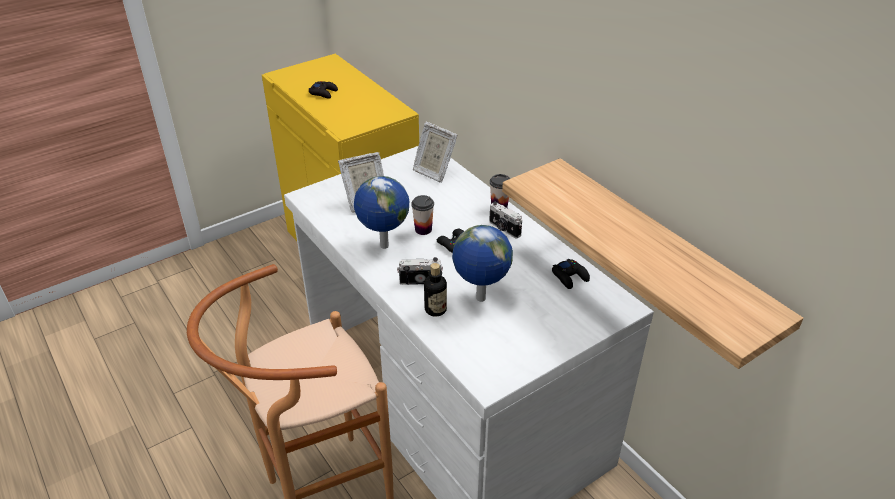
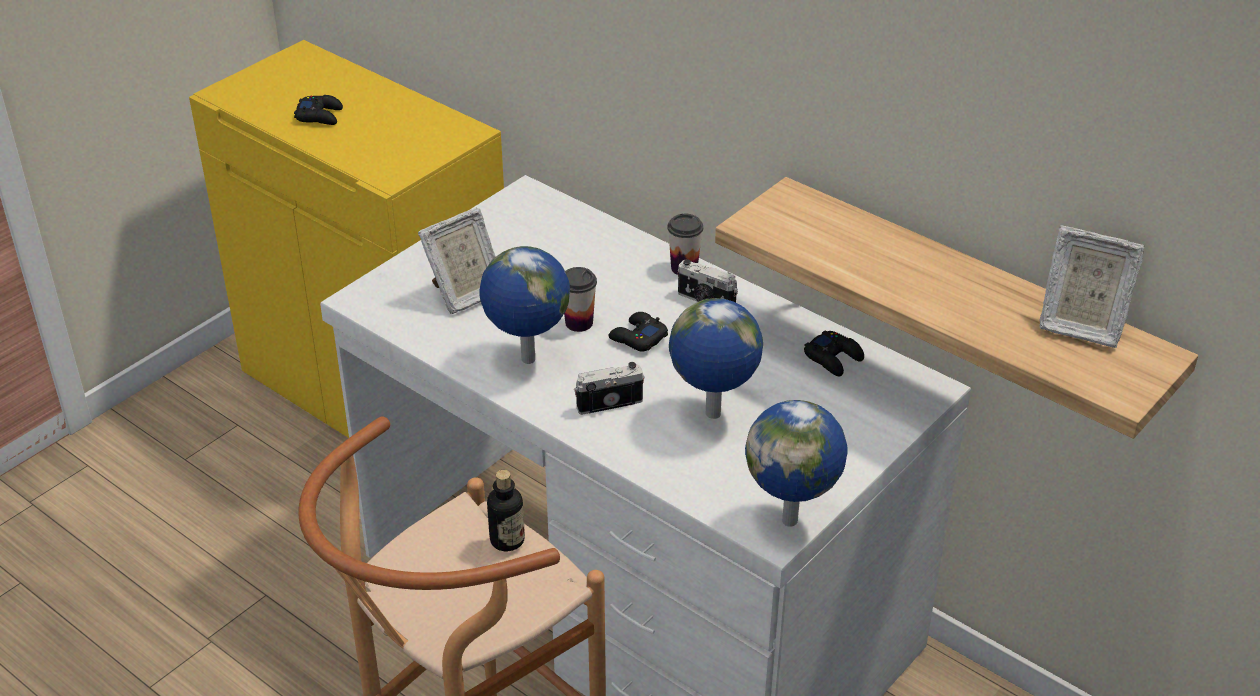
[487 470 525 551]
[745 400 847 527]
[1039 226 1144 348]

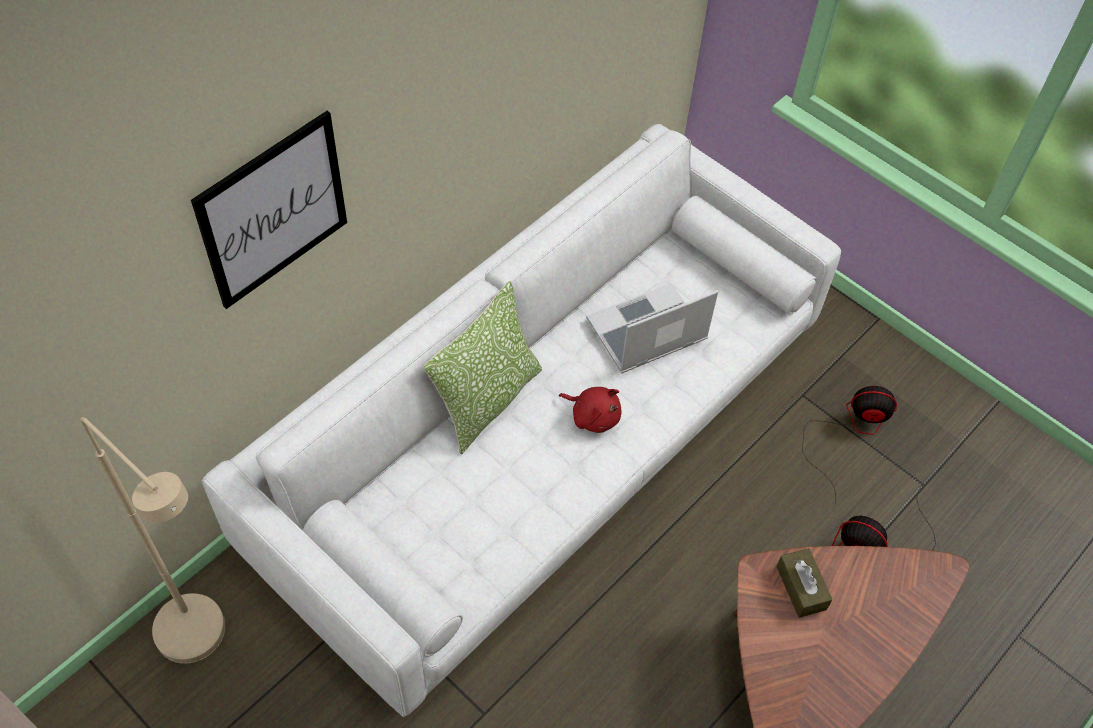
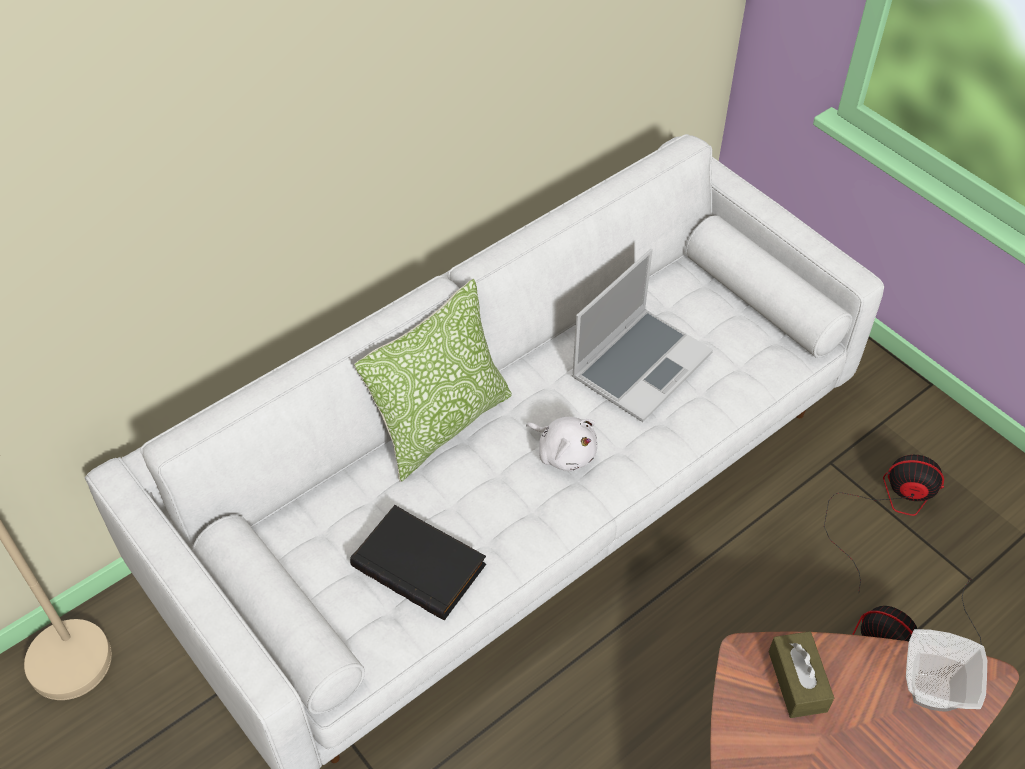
[350 505 486 621]
[526 417 597 471]
[572 249 713 422]
[906 629 987 711]
[191 111 347 309] (first image)

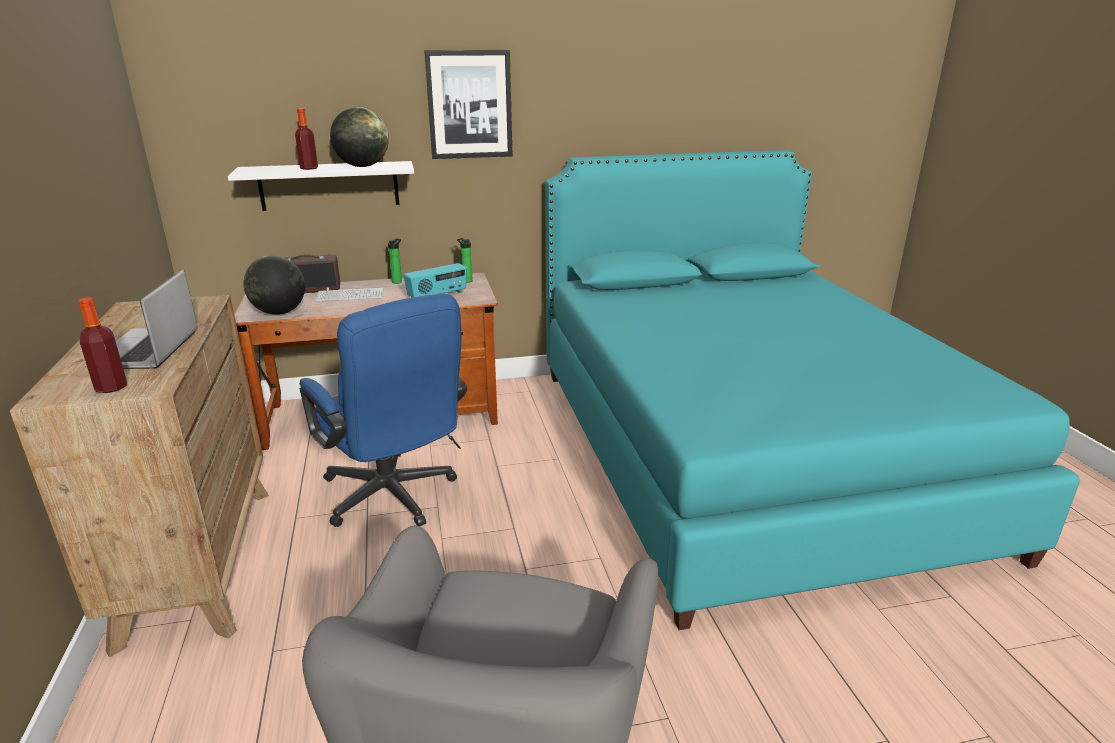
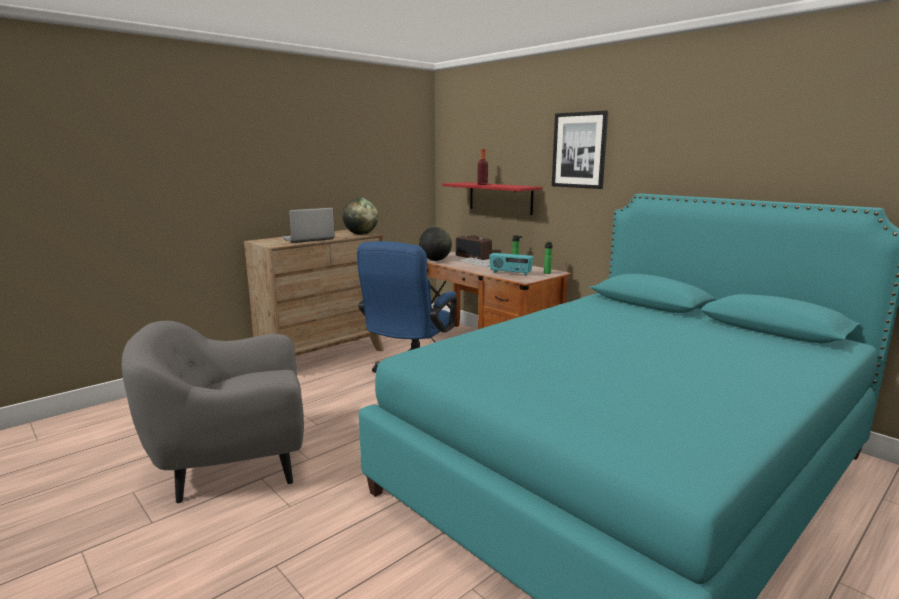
[343 198 378 235]
[442 182 542 215]
[78 297 127 393] (first image)

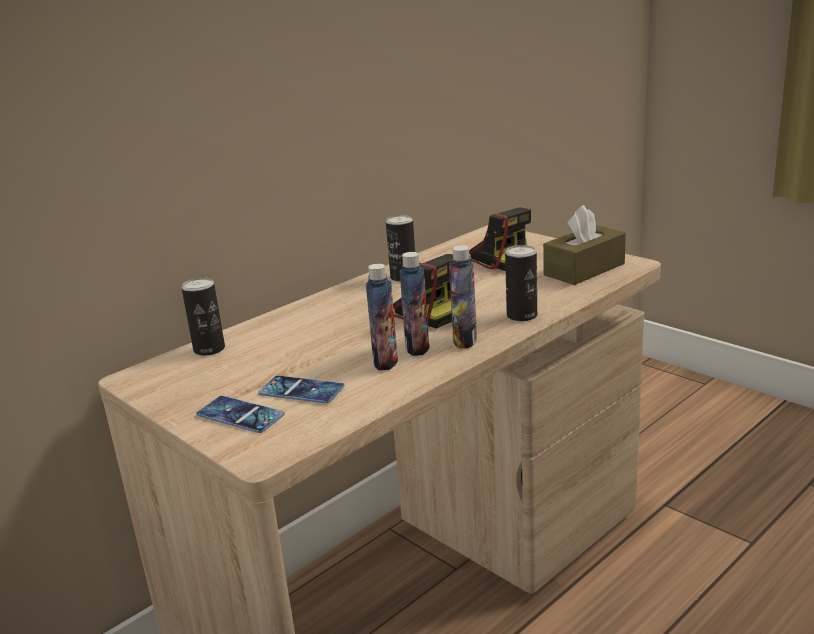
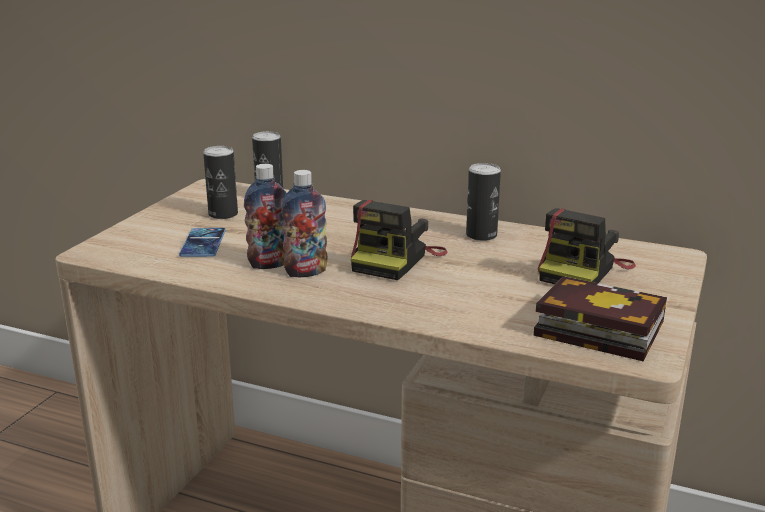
[203 146 238 219]
[534 276 667 361]
[196 396 285 433] (first image)
[449 245 477 348] (first image)

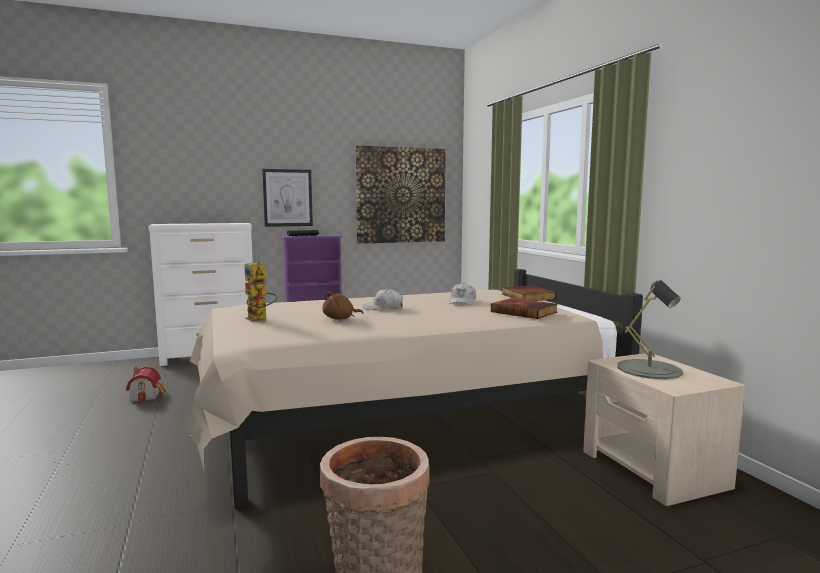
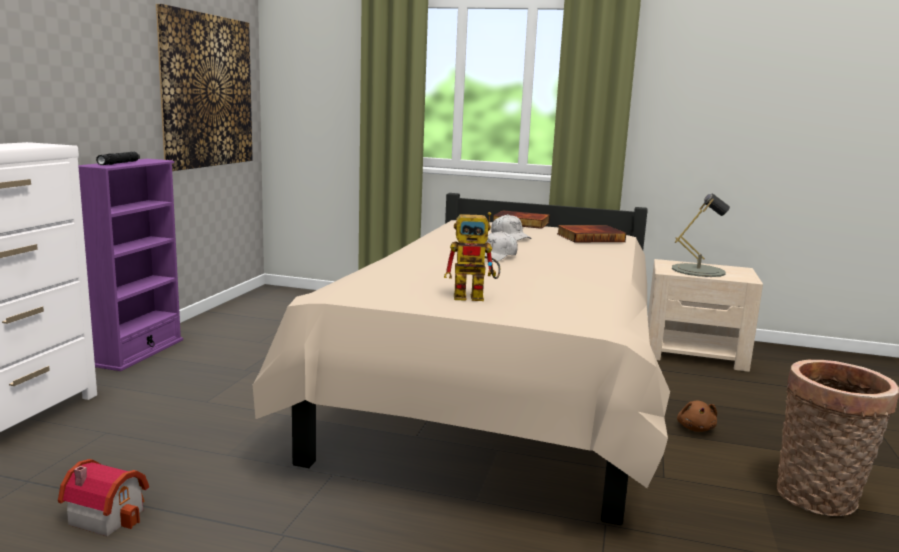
[677 401 717 432]
[262 169 313 227] (first image)

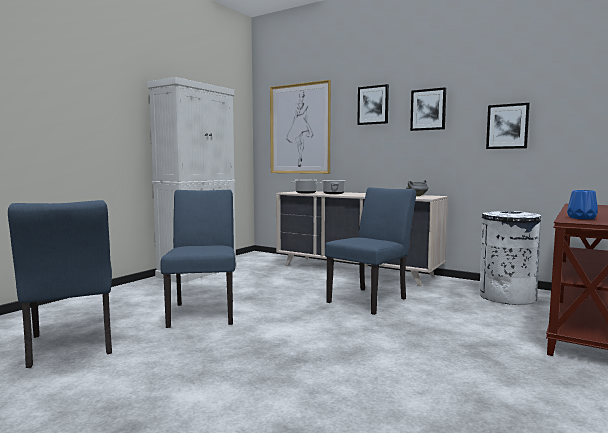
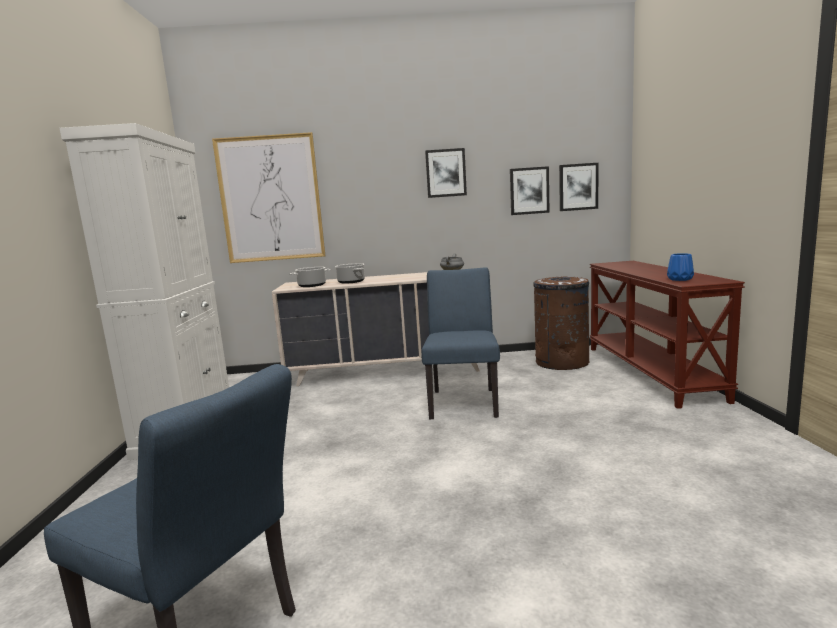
[533 277 589 370]
[559 163 598 211]
[160 190 236 328] (first image)

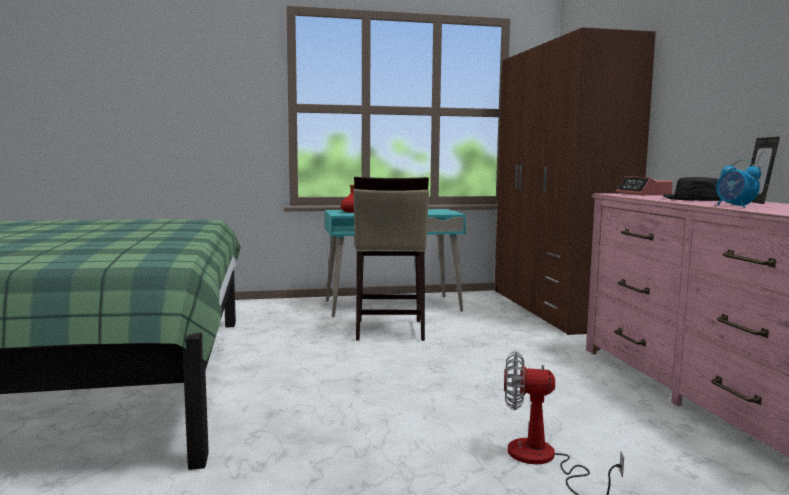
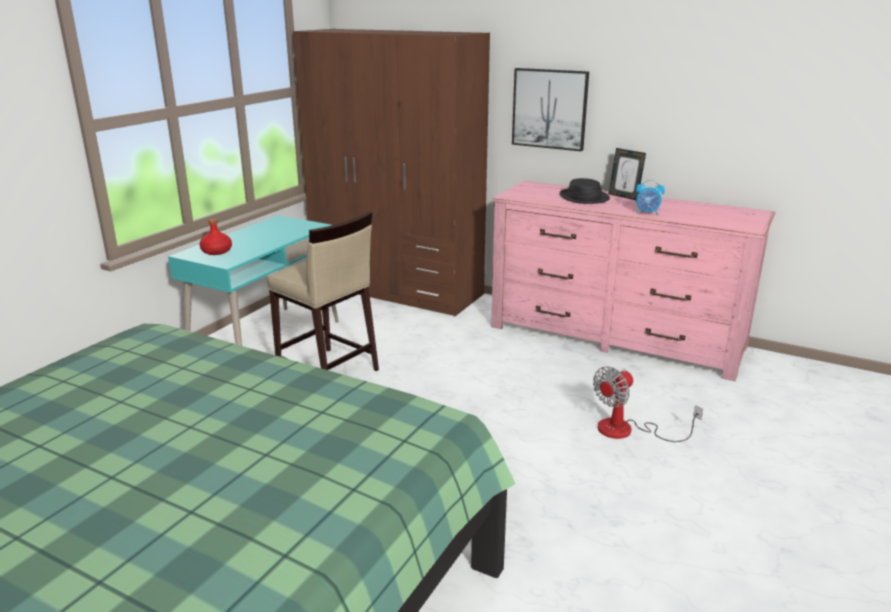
[512 68 589 151]
[616 176 673 196] (first image)

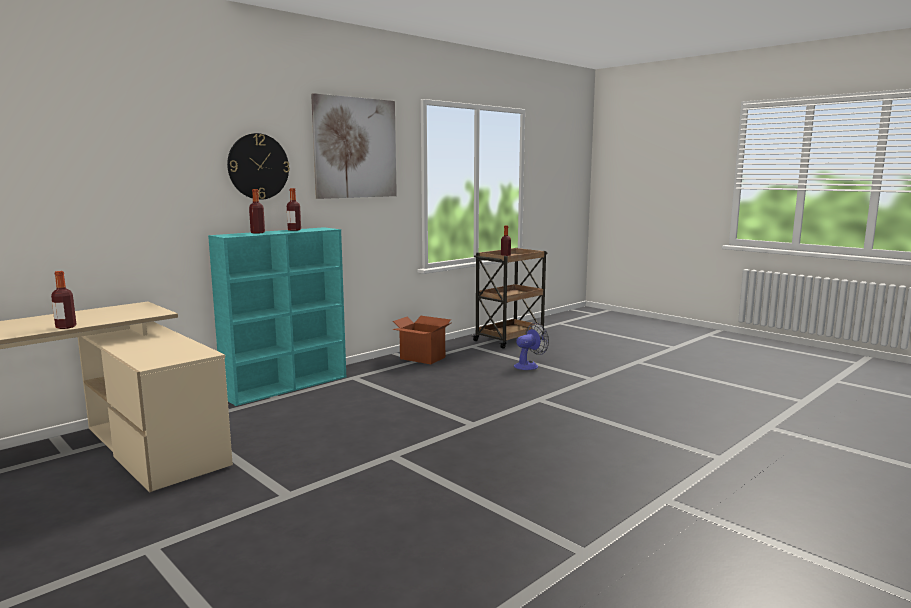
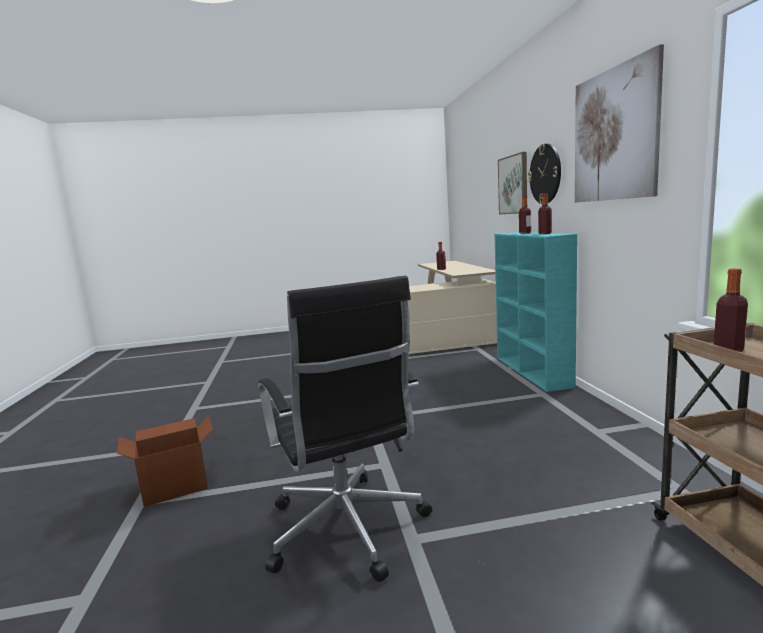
[117 416 213 507]
[258 276 432 582]
[498 152 527 214]
[514 323 549 370] (first image)

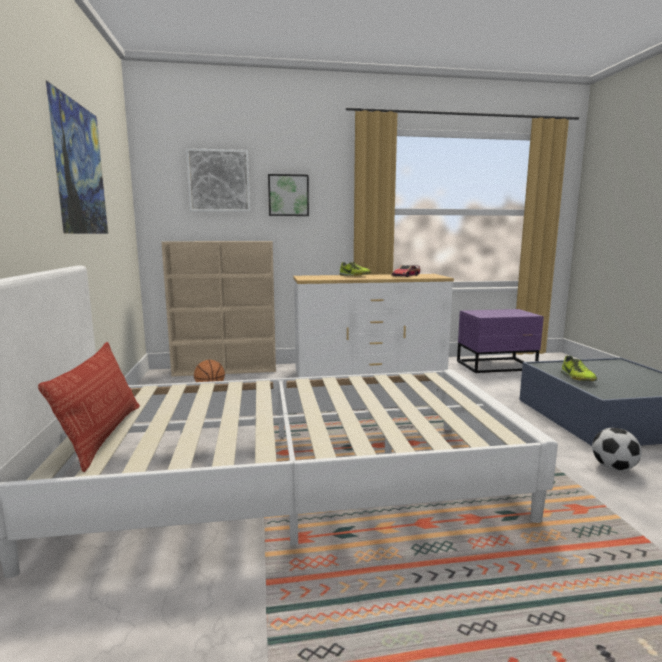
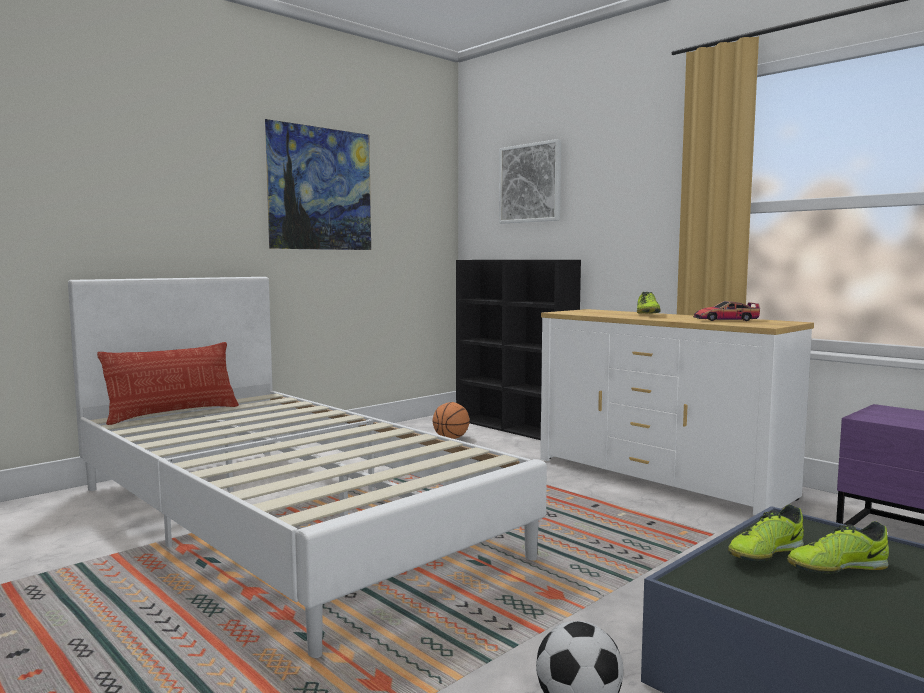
[456 260 581 440]
[787 521 889 574]
[268 174 309 216] (first image)

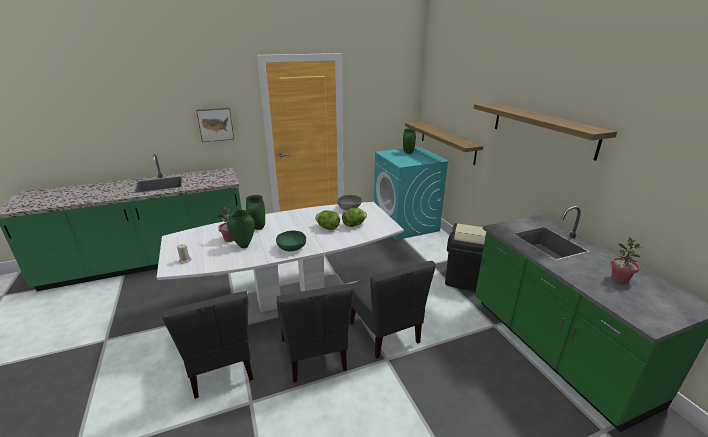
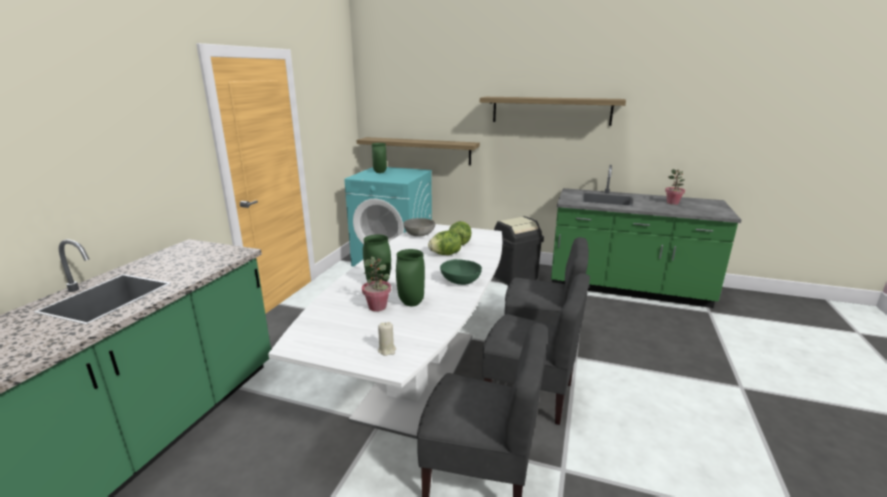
[196 108 234 142] (first image)

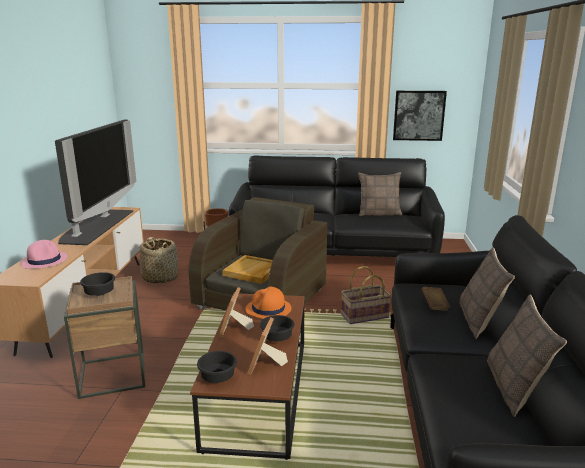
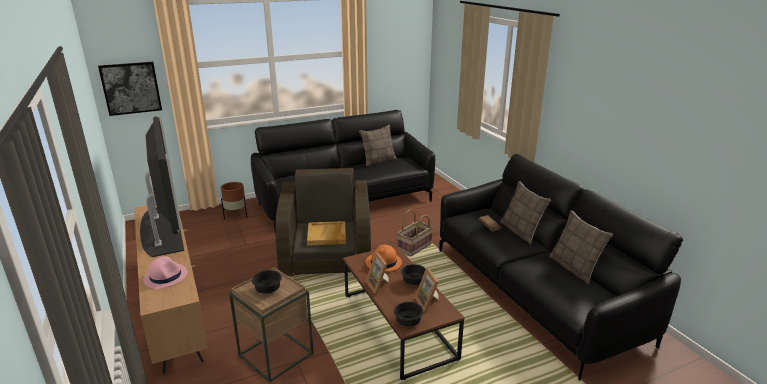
[98 62 162 116]
[140 237 178 284] (first image)

